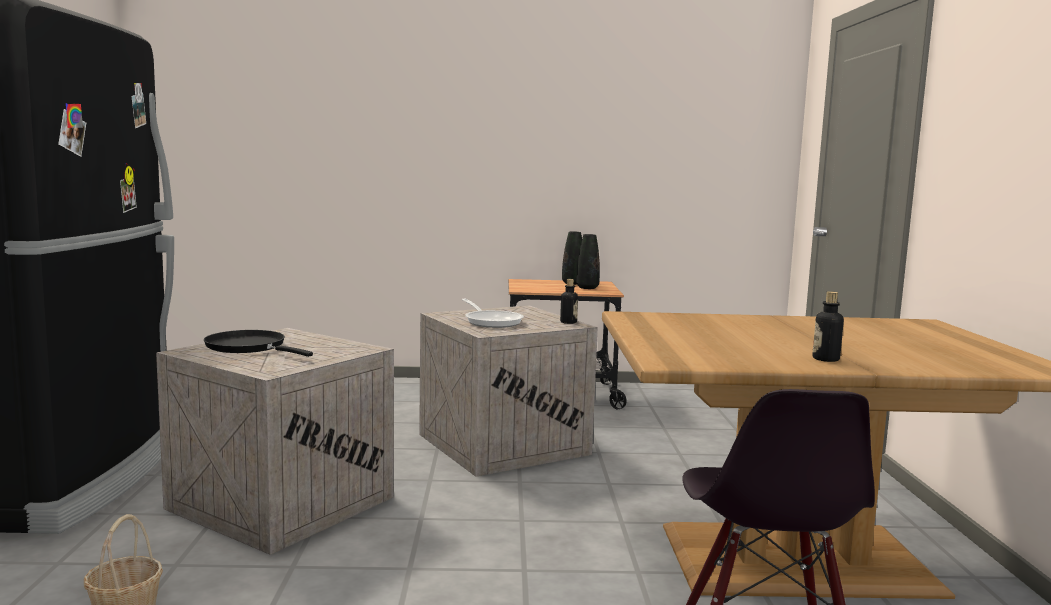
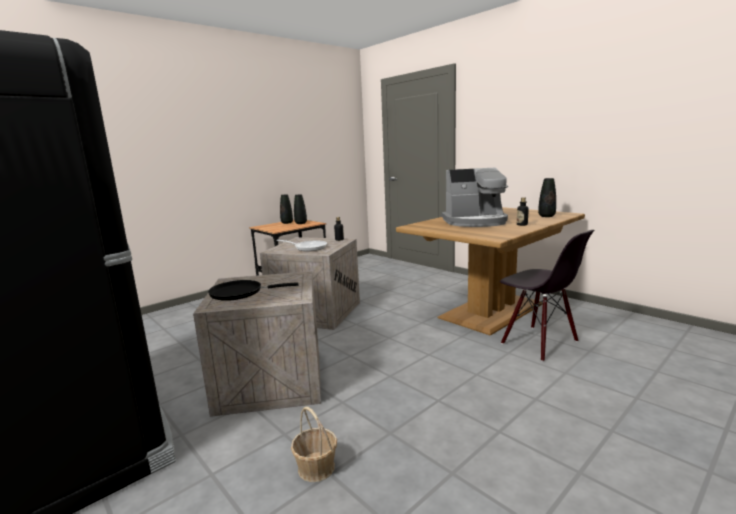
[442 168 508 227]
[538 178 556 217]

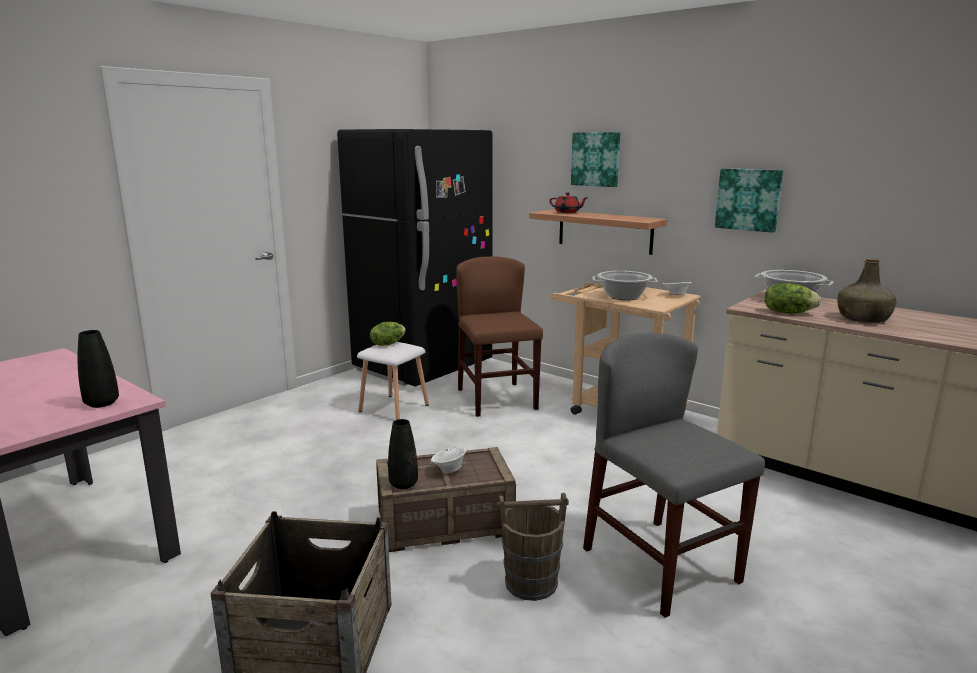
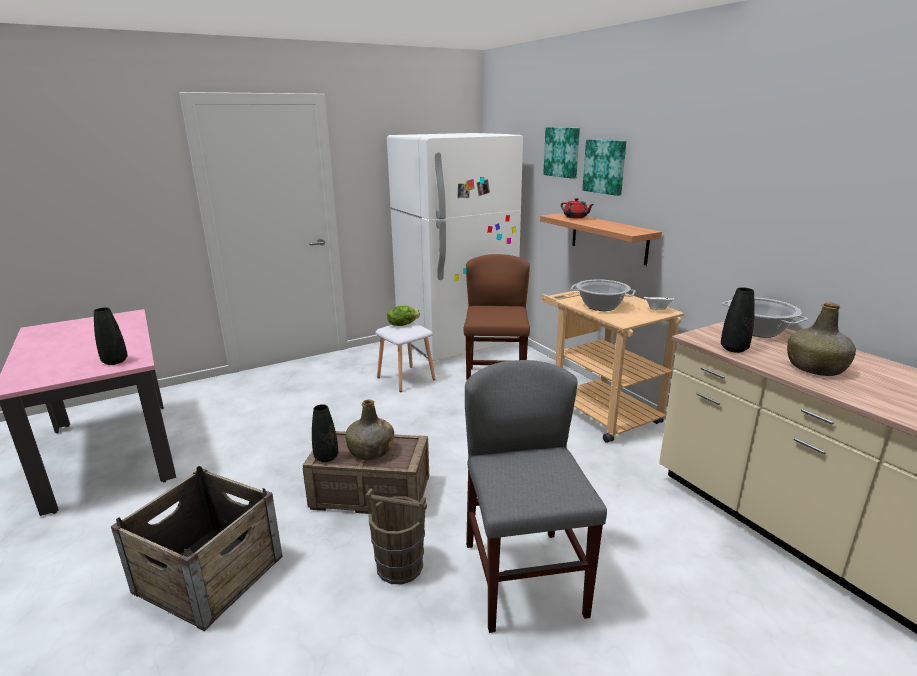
[345 399 394 460]
[387 133 523 361]
[543 127 580 179]
[721 287 755 353]

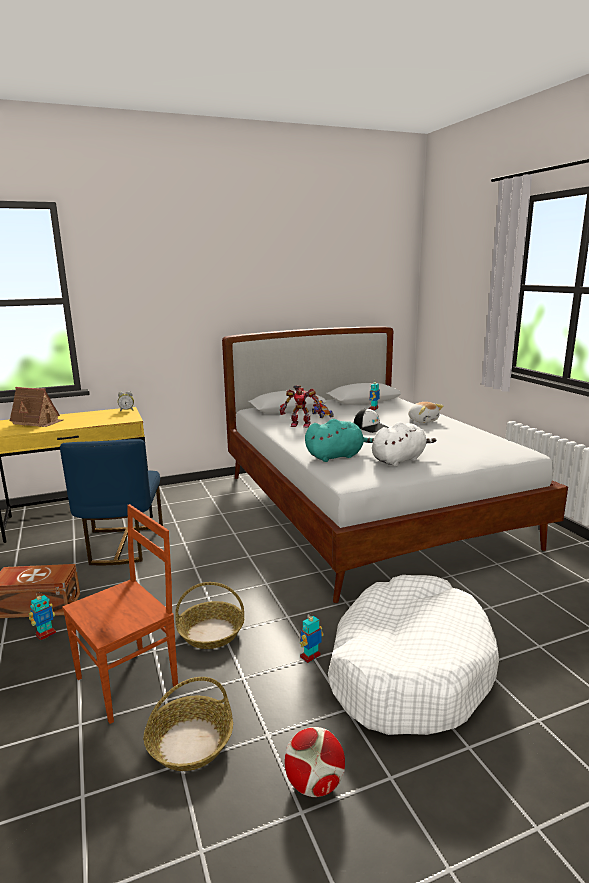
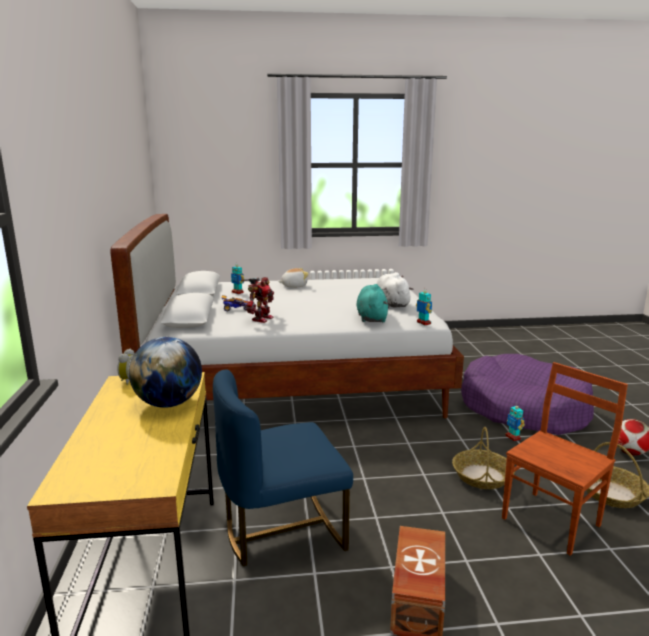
[129 337 202 408]
[213 369 353 566]
[416 287 432 325]
[461 354 594 435]
[502 362 628 556]
[10 387 63 427] (first image)
[354 408 389 433] (first image)

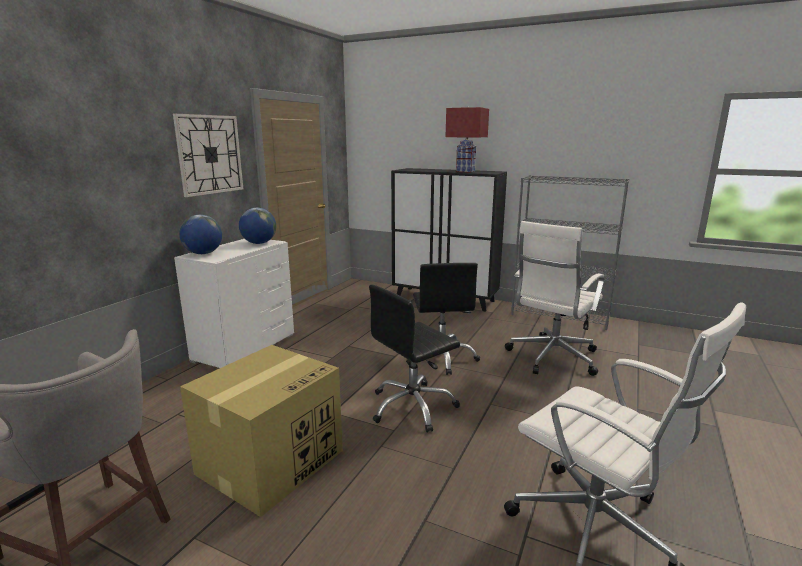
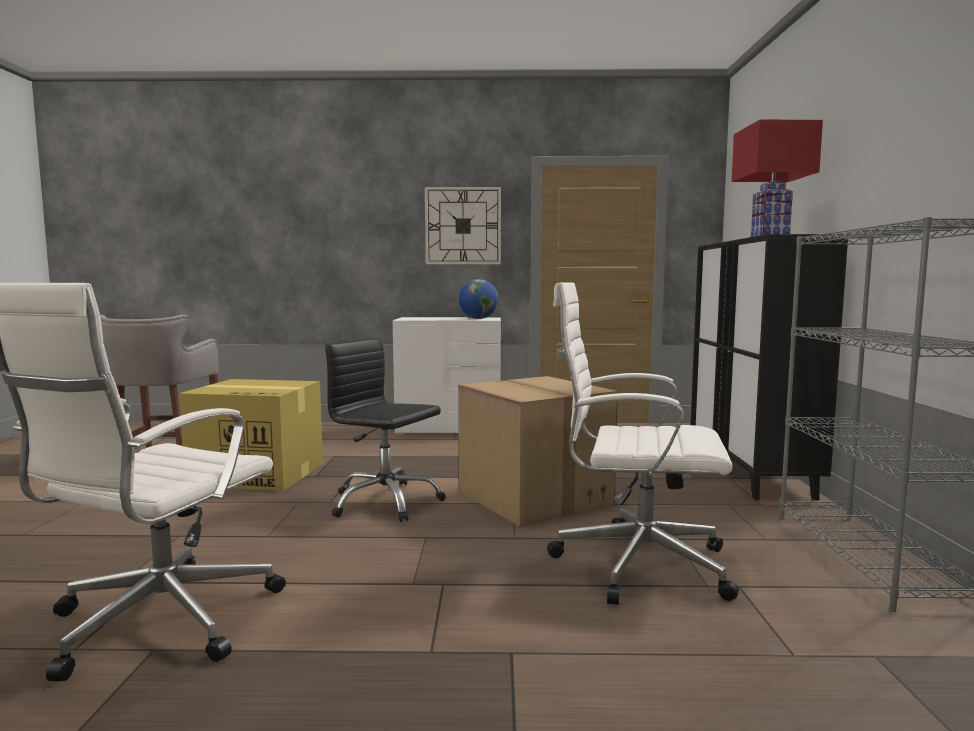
[458 376 618 527]
[179 215 222 254] (first image)

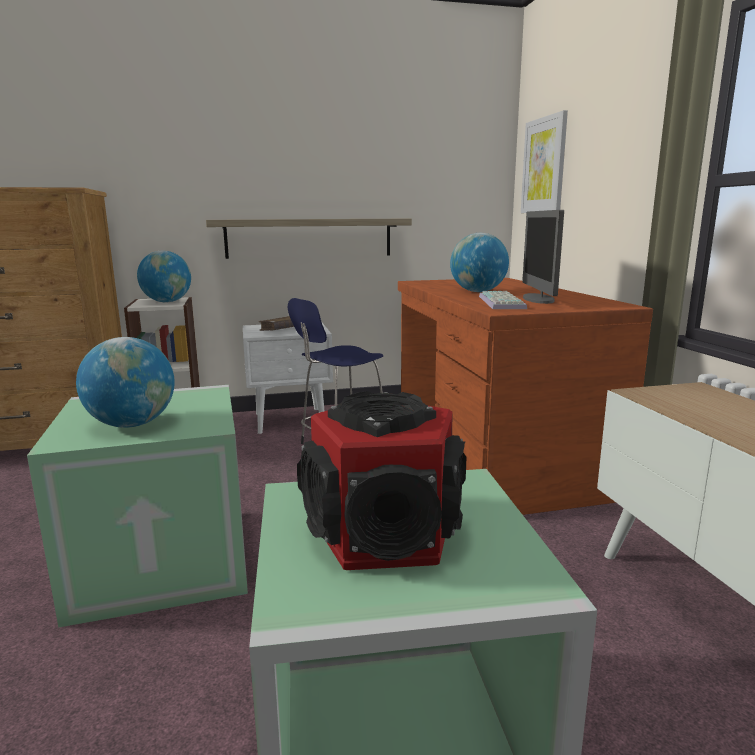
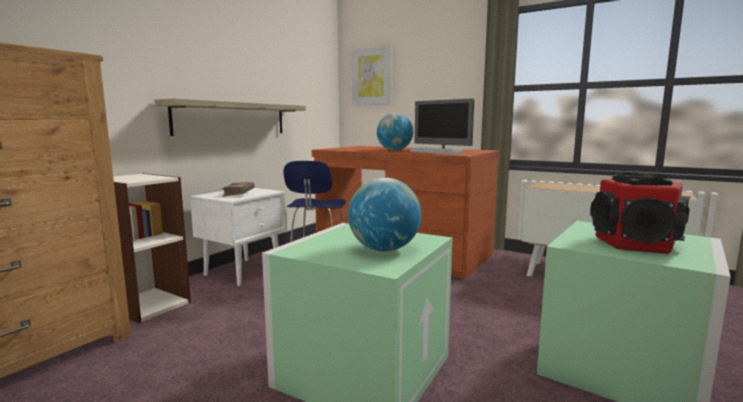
[137 251 191 302] (first image)

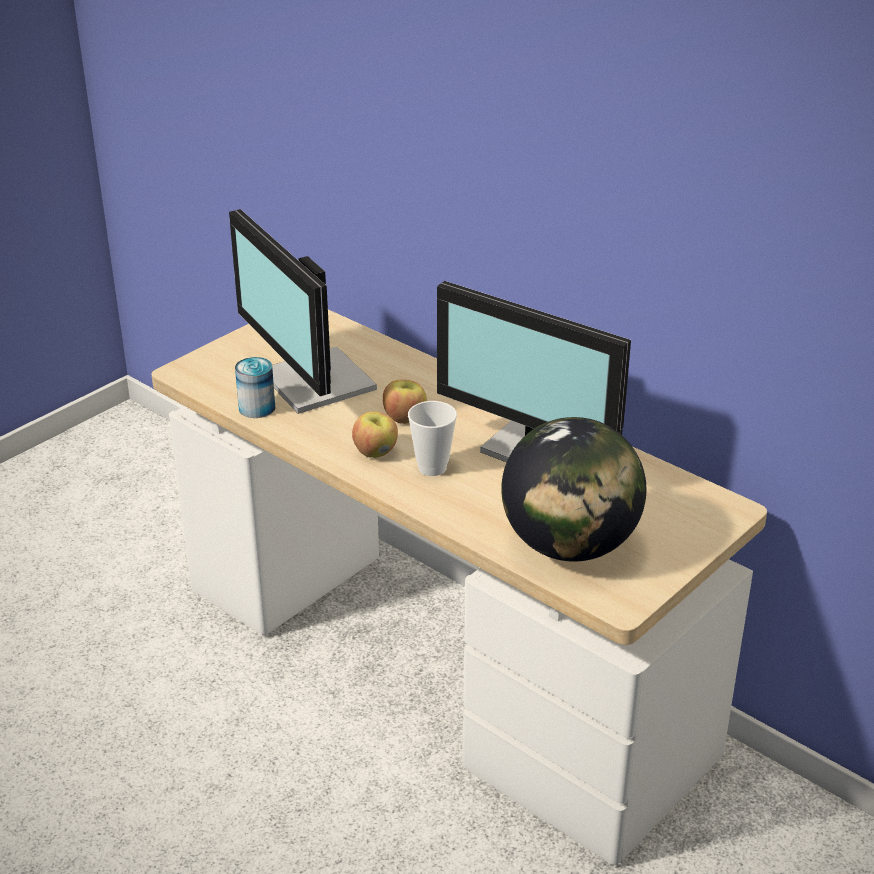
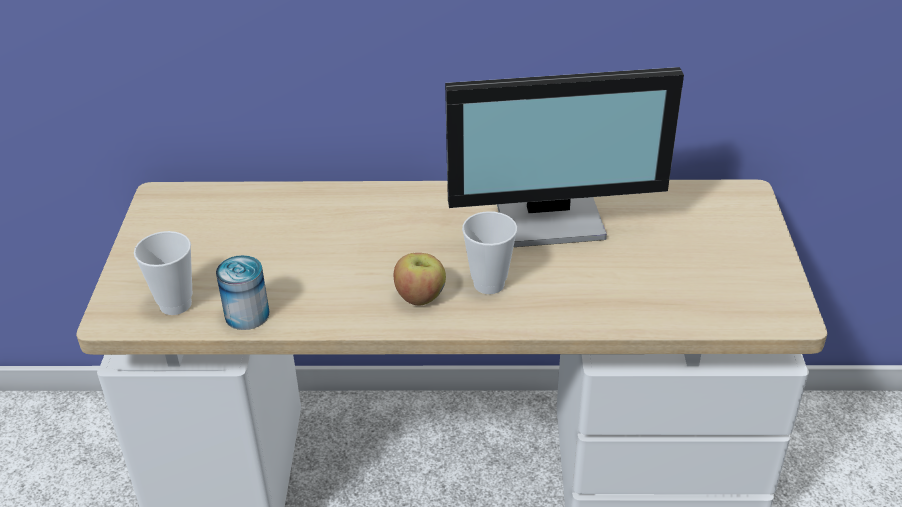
[134 231 192 315]
[229 209 377 414] (first image)
[383 380 427 424] (first image)
[501 417 646 562] (first image)

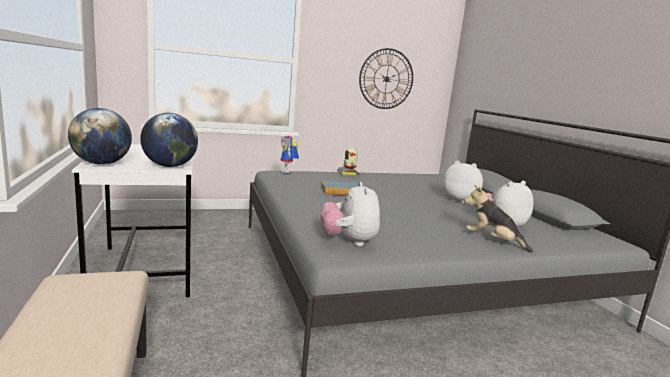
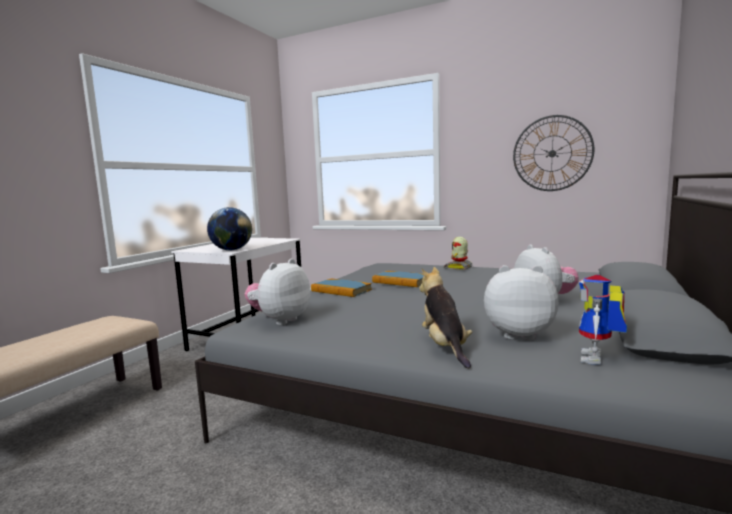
[311 279 372 297]
[579 275 627 365]
[68 108 132 165] (first image)

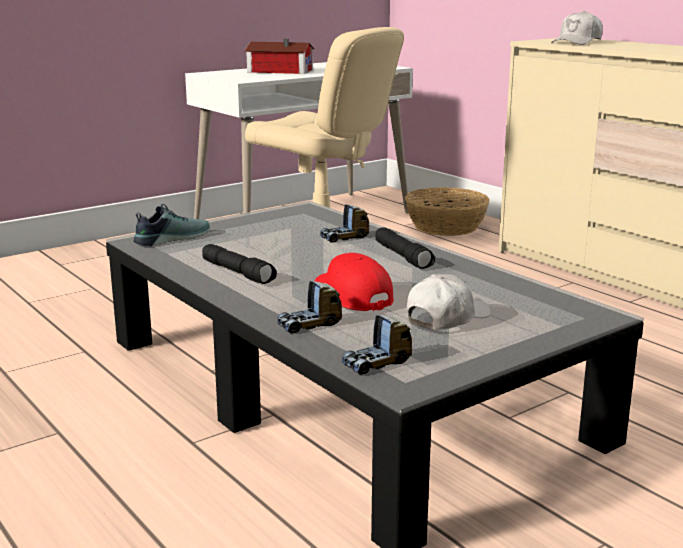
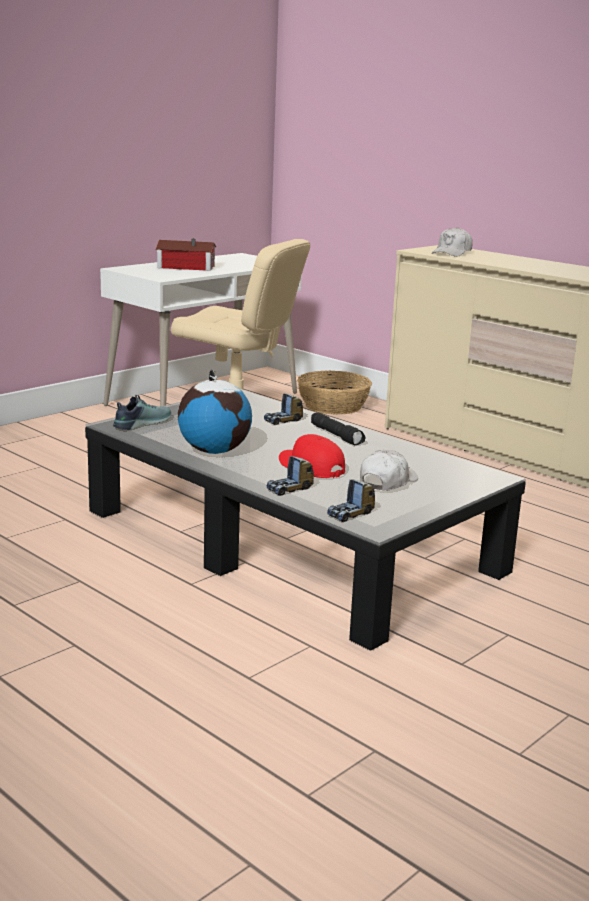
[178 370 252 454]

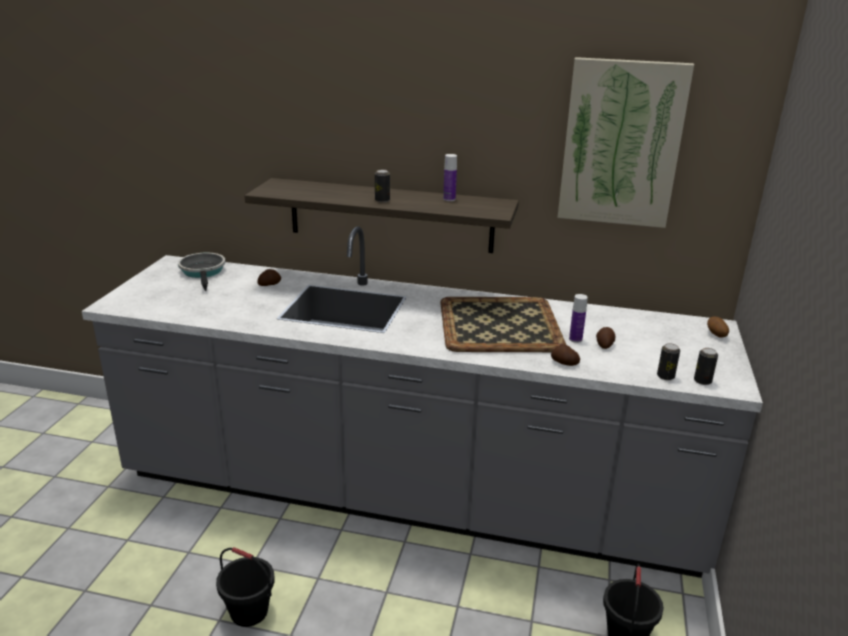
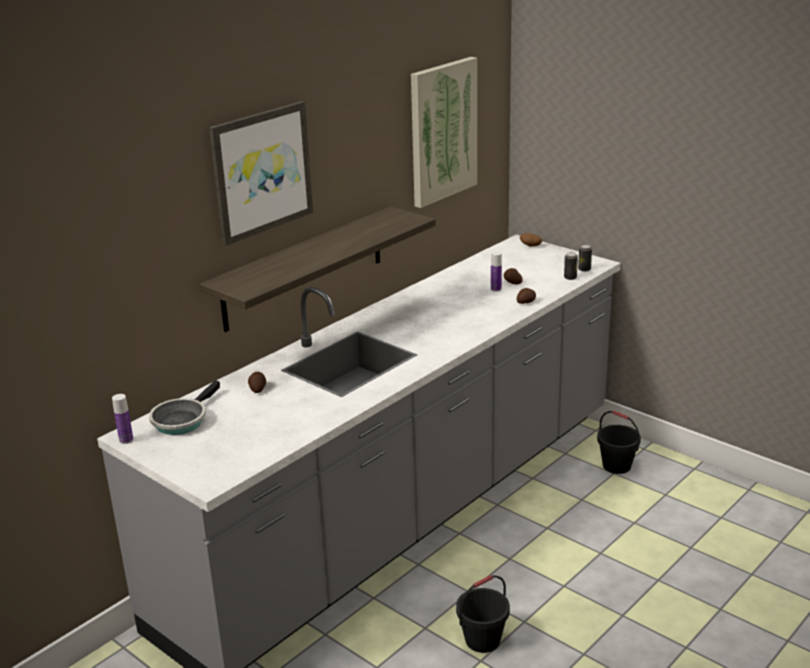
[112 394 133 444]
[149 380 220 435]
[209 101 313 246]
[375 170 390 202] (first image)
[440 297 566 352] (first image)

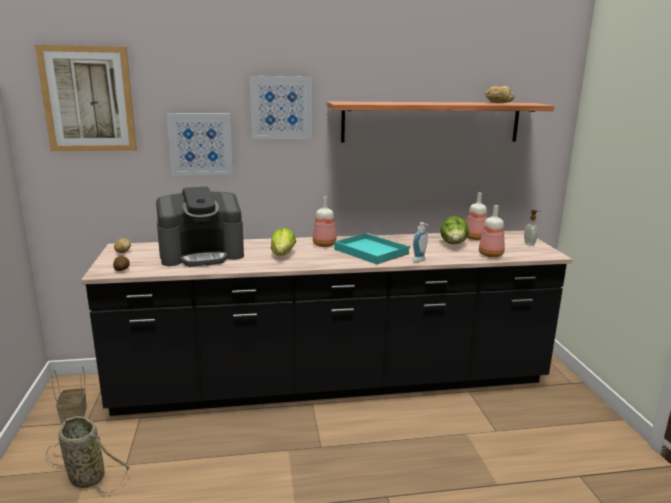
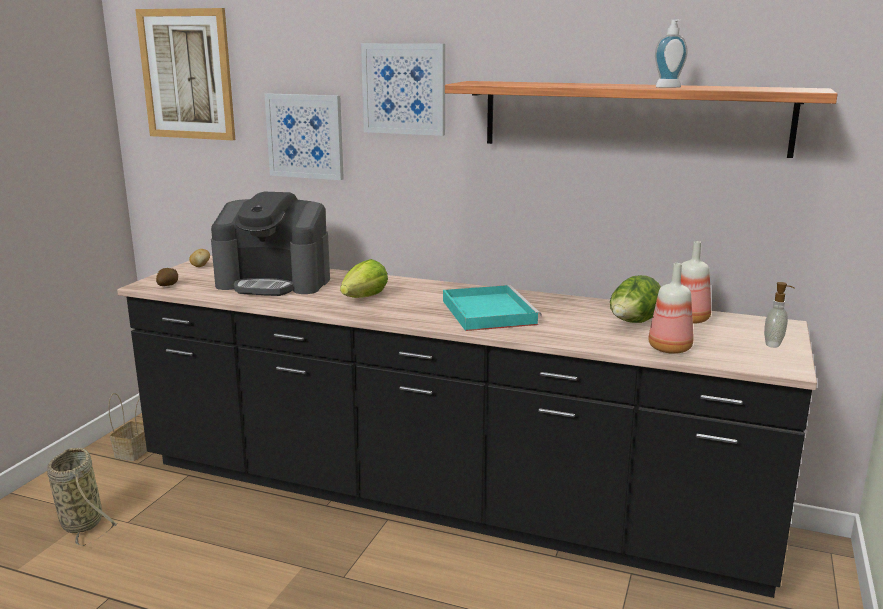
[655 19 688 88]
[313 197 337 247] (first image)
[486 86 515 103] (first image)

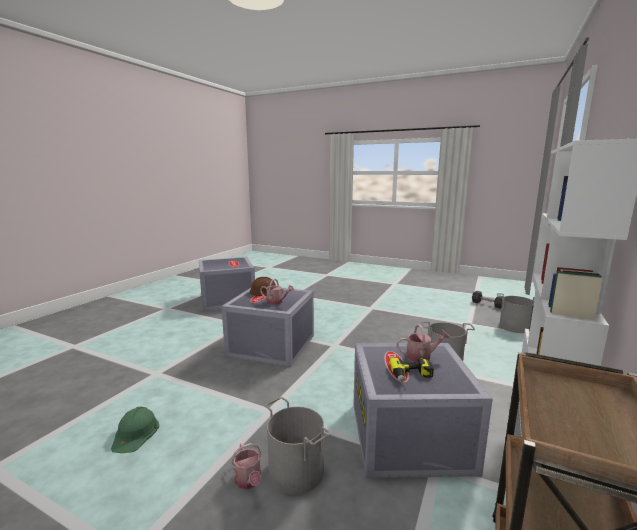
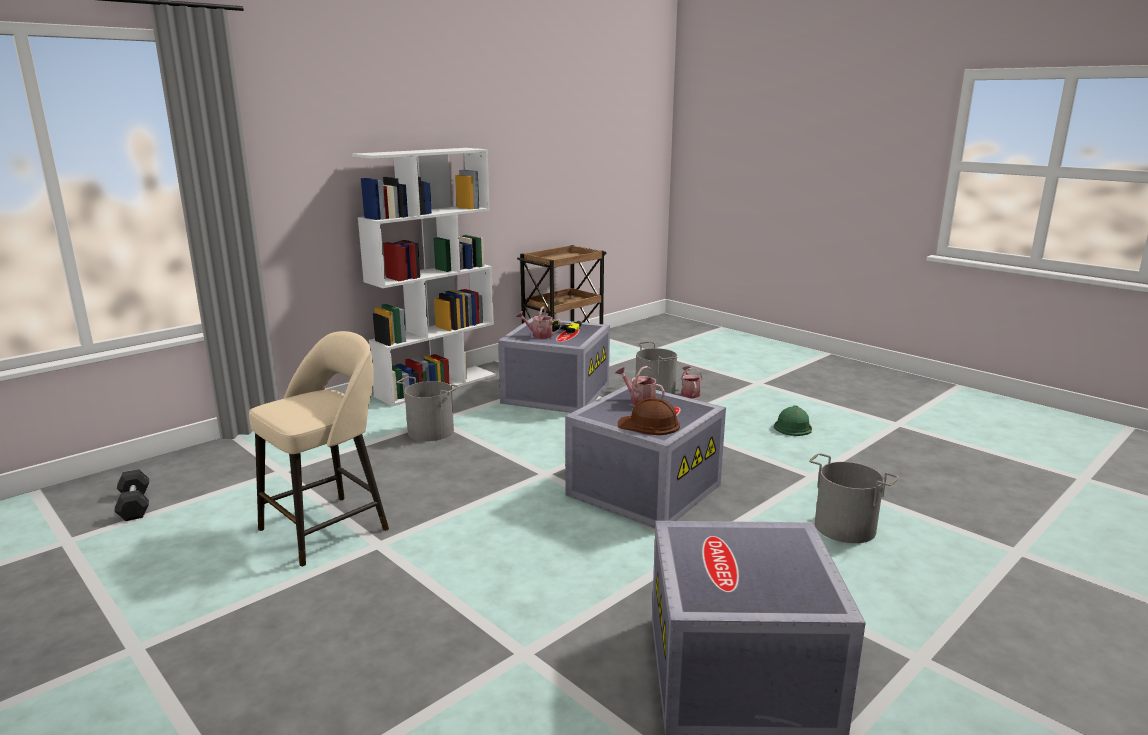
[249 331 389 567]
[809 453 899 543]

